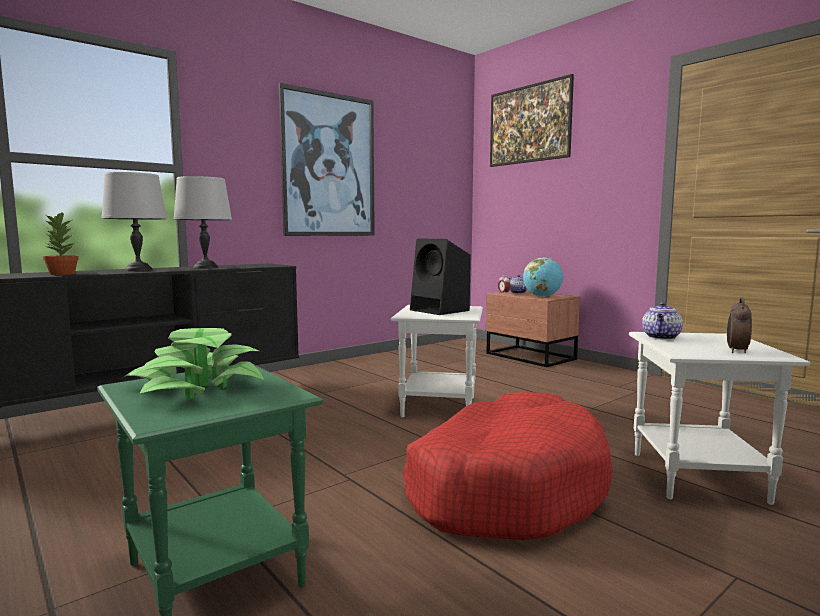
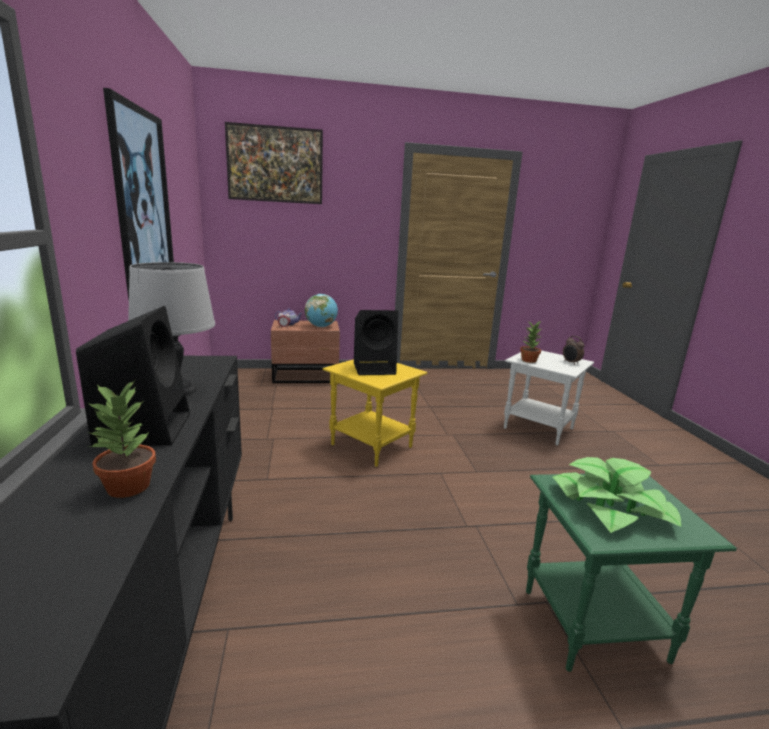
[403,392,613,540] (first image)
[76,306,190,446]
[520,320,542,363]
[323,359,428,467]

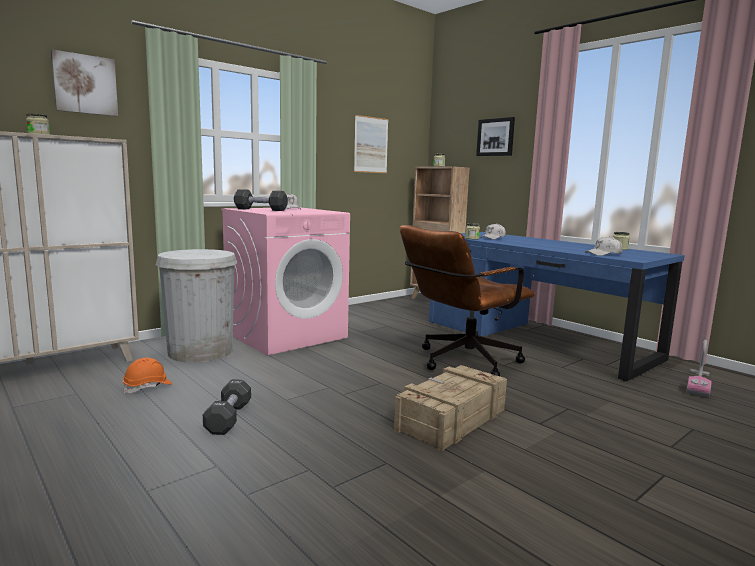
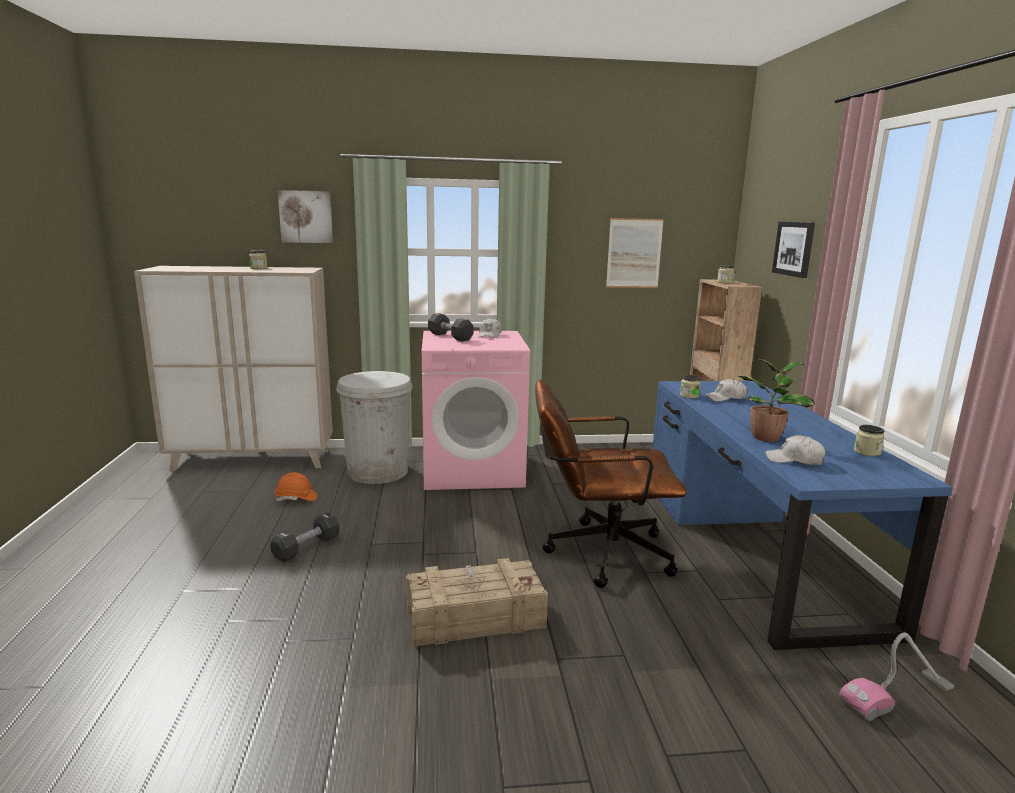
[738,358,815,442]

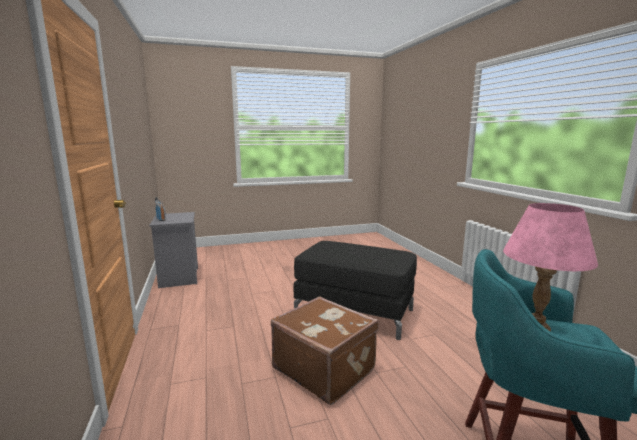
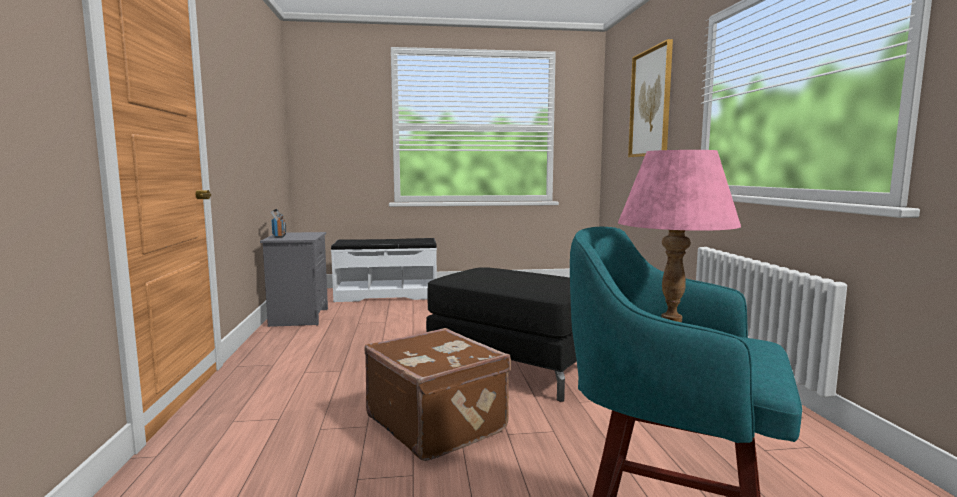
[331,238,437,302]
[628,39,673,157]

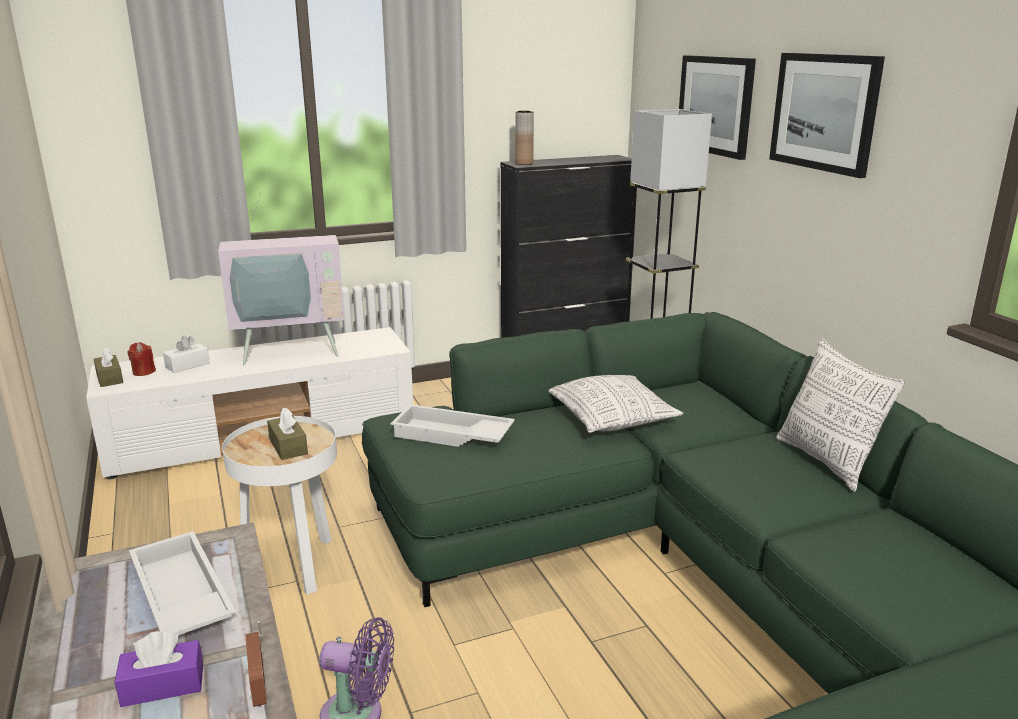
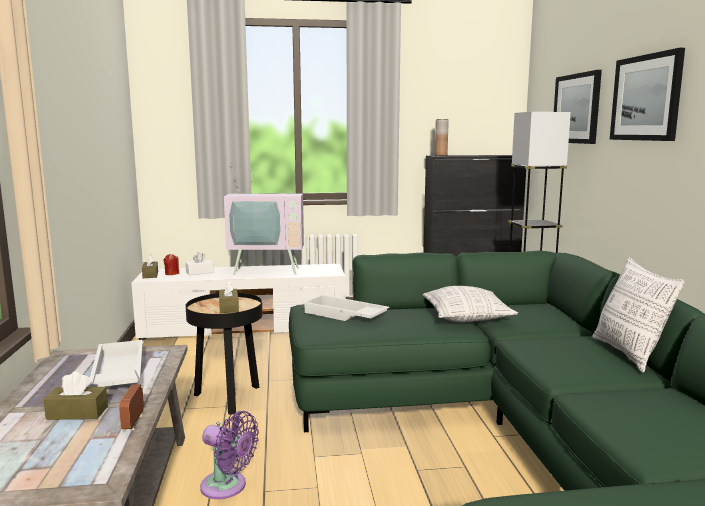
[44,372,108,420]
[186,293,262,415]

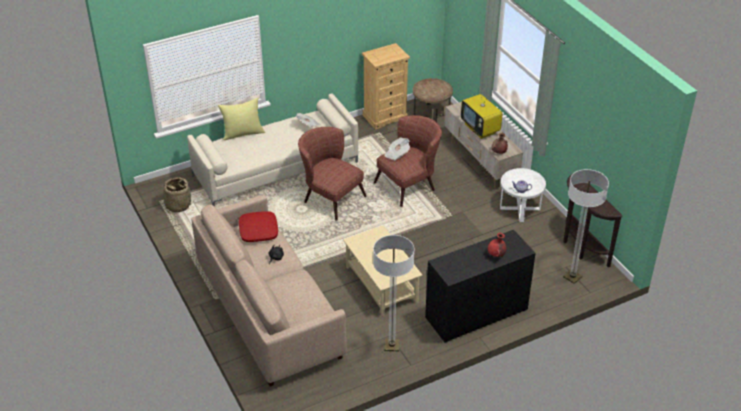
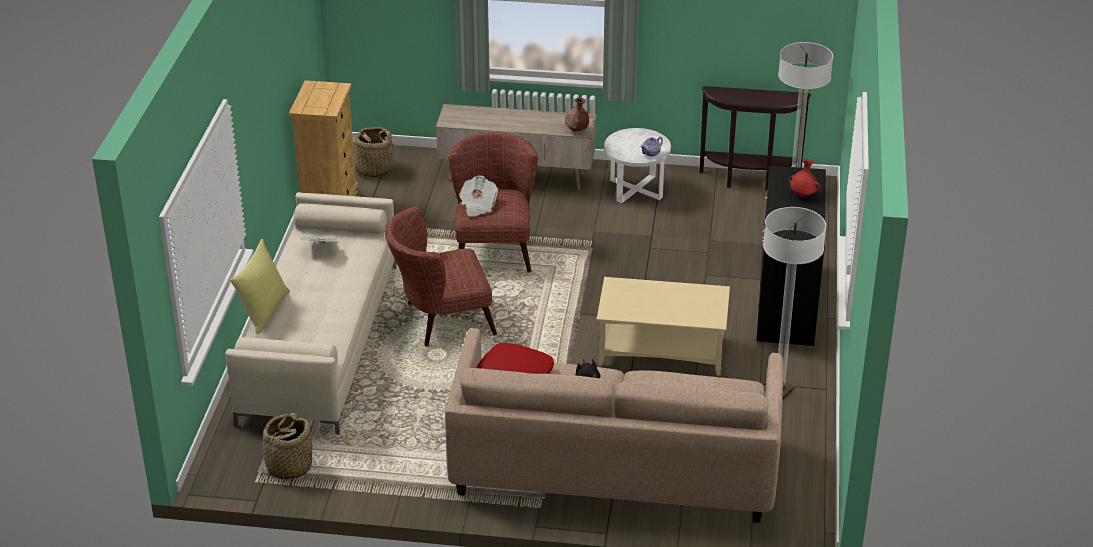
[461,90,503,139] (first image)
[354,127,397,177]

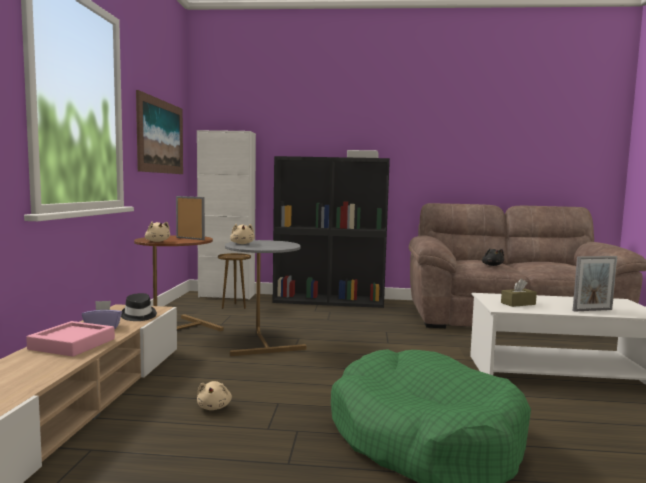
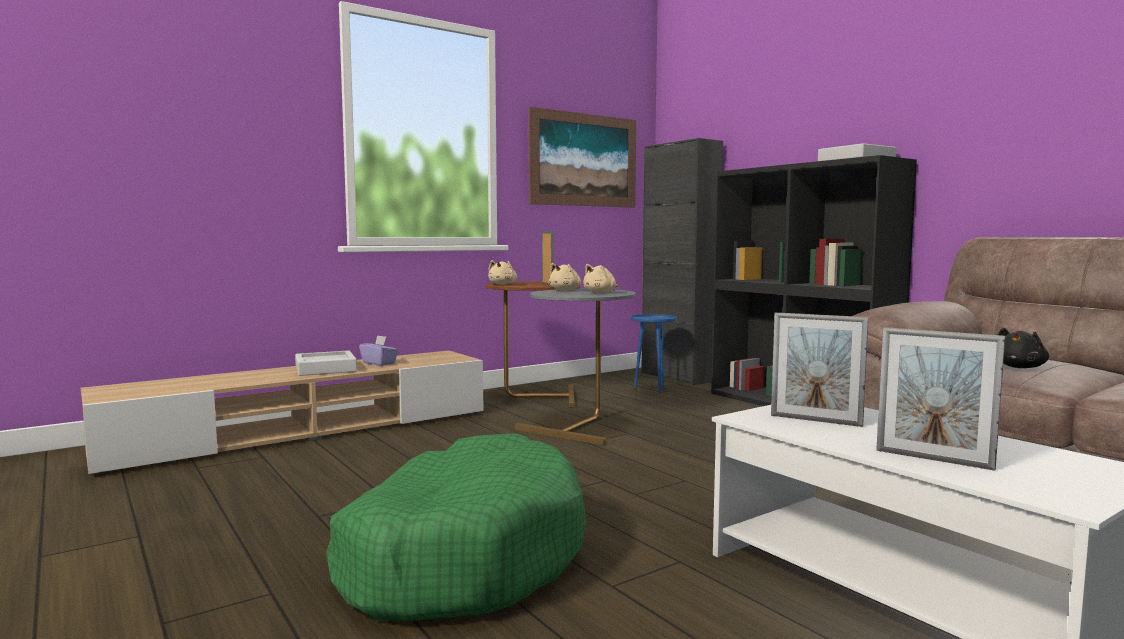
[121,293,157,321] (first image)
[583,264,619,293]
[771,312,869,427]
[295,350,357,376]
[641,138,723,385]
[631,314,677,393]

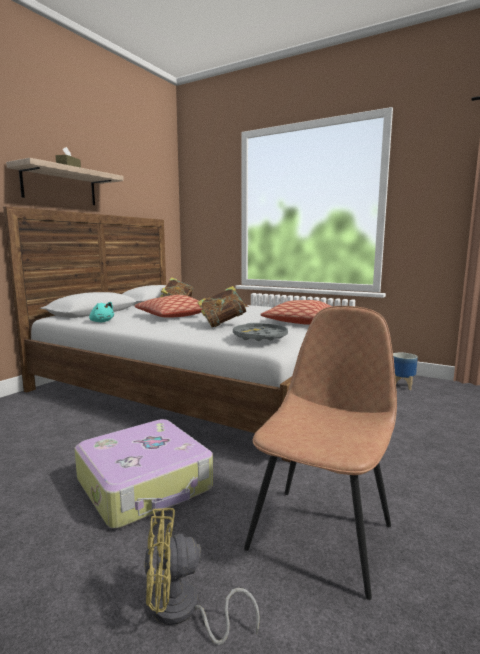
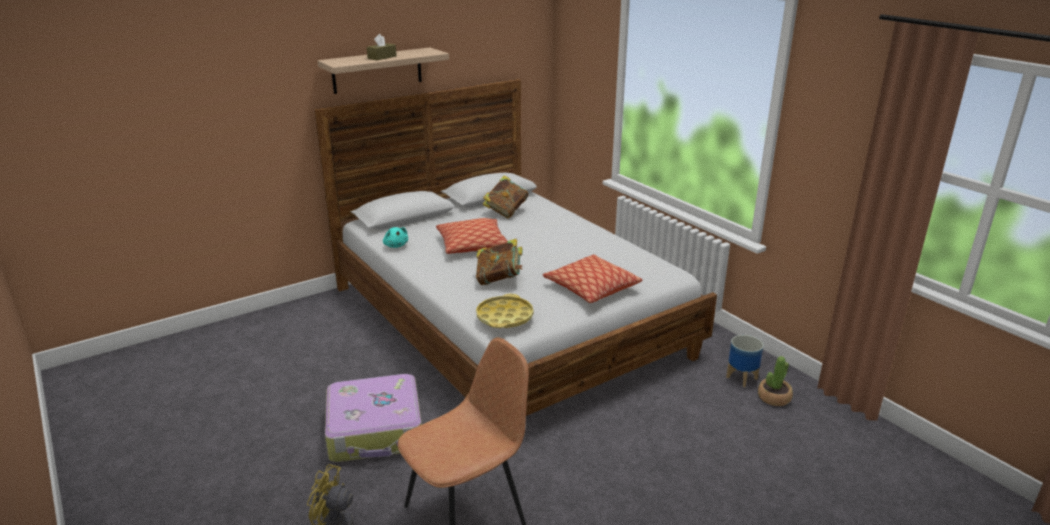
[758,356,793,406]
[476,294,534,328]

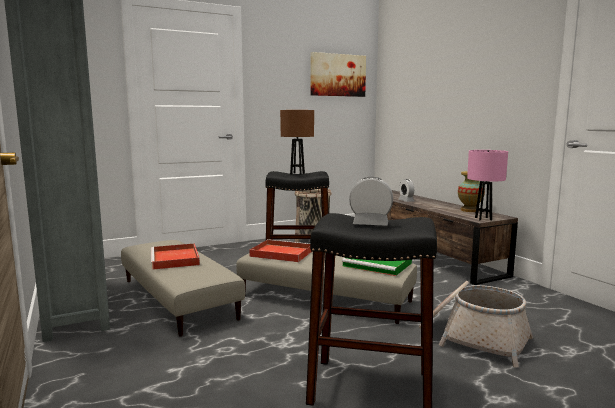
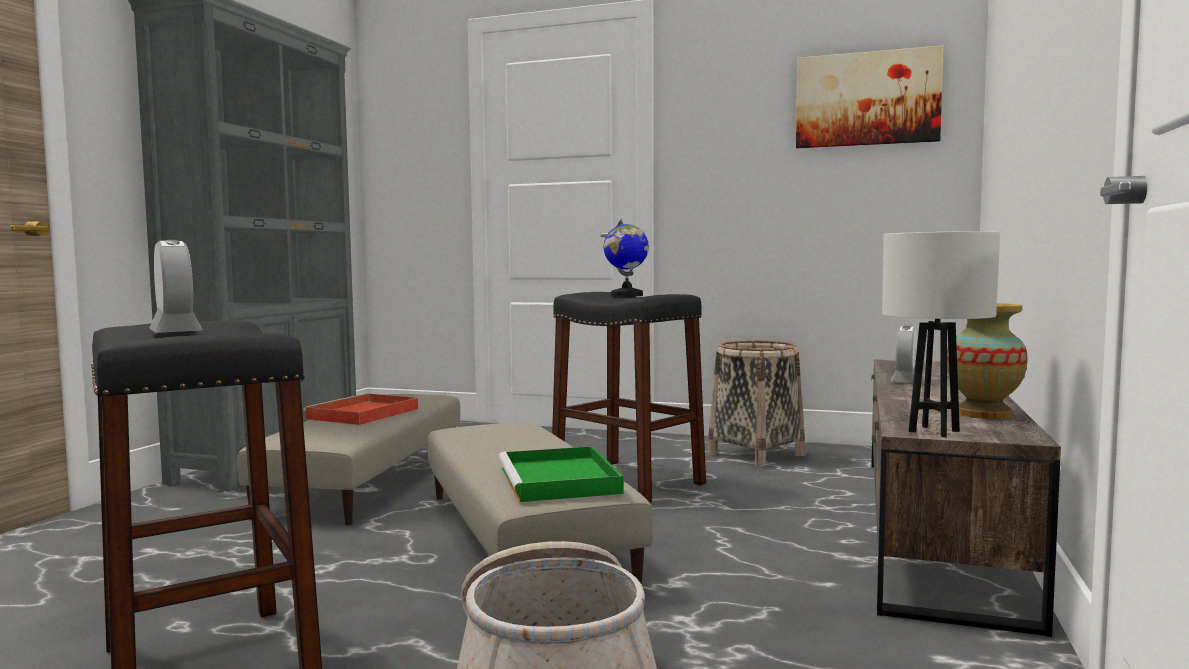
[249,239,312,262] (first image)
[604,219,649,297]
[882,231,1000,437]

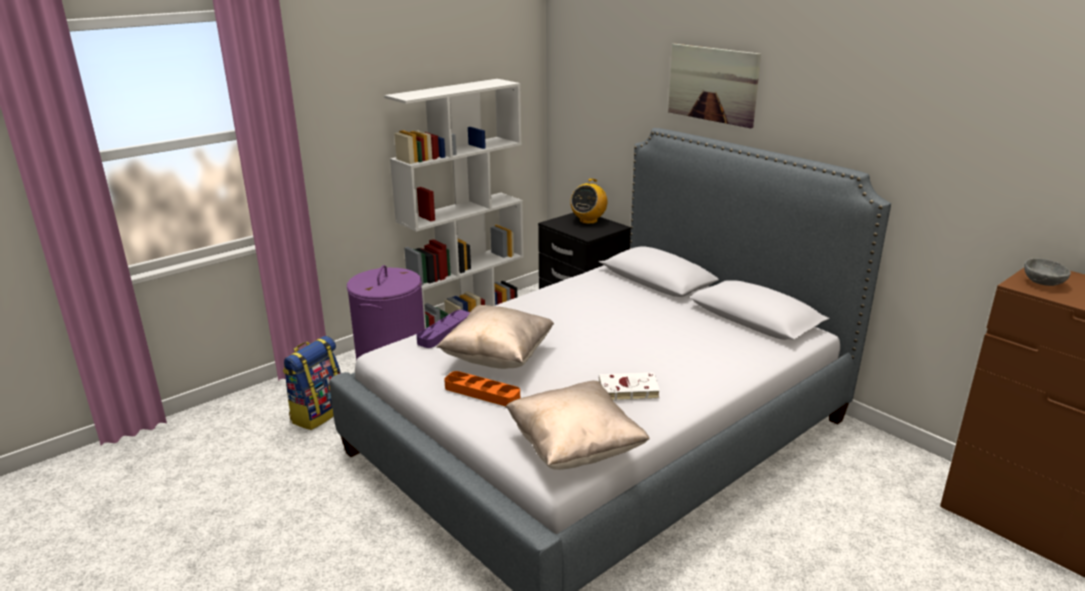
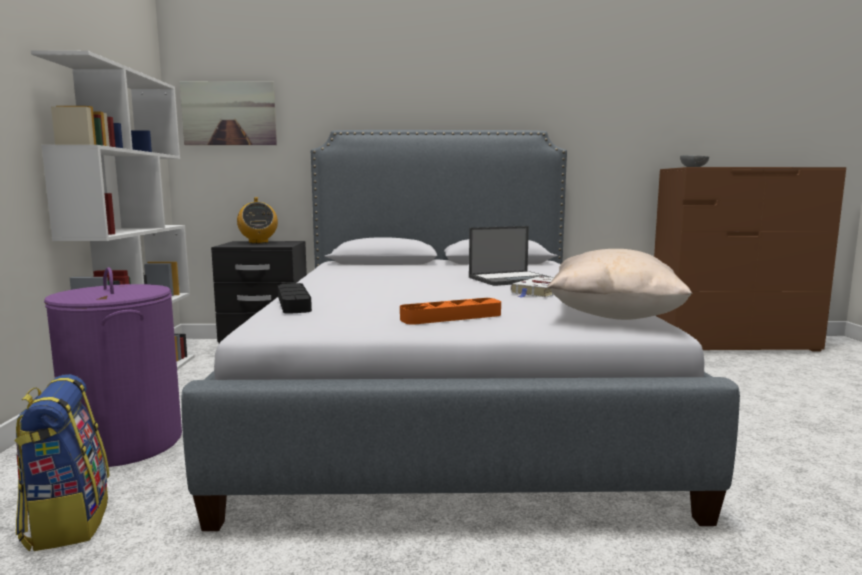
[436,305,554,369] (first image)
[469,226,554,286]
[180,81,277,145]
[278,283,312,314]

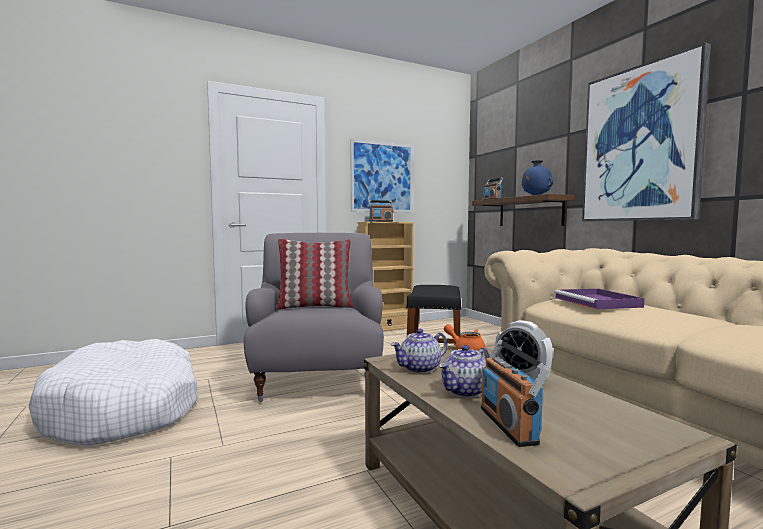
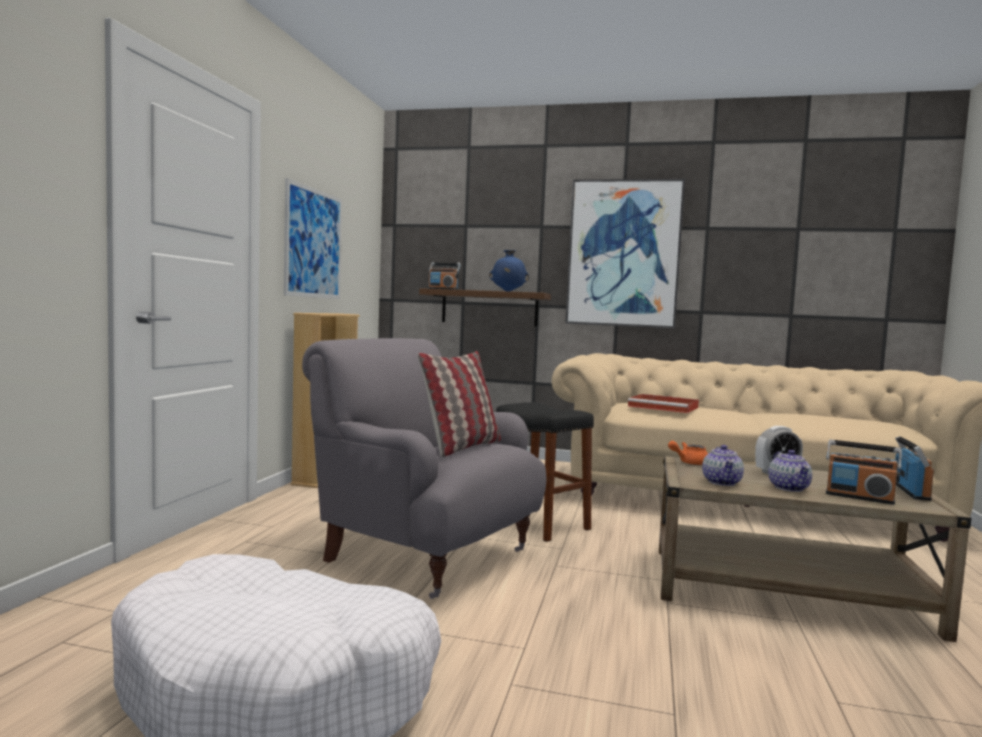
[895,436,934,501]
[628,394,699,413]

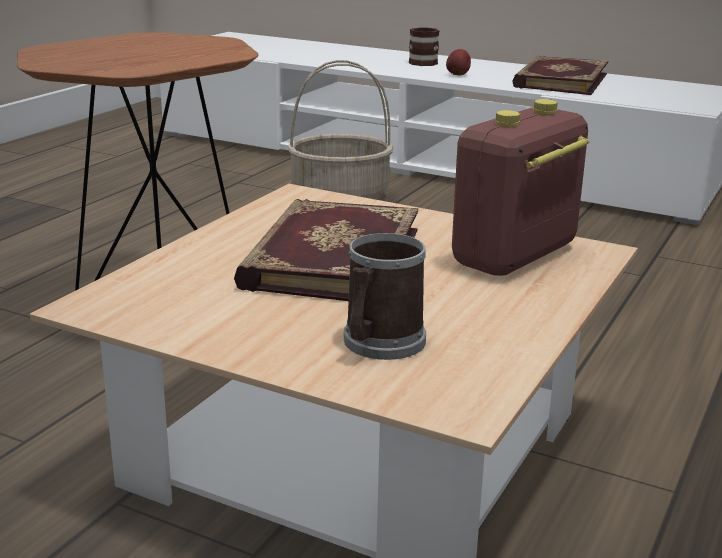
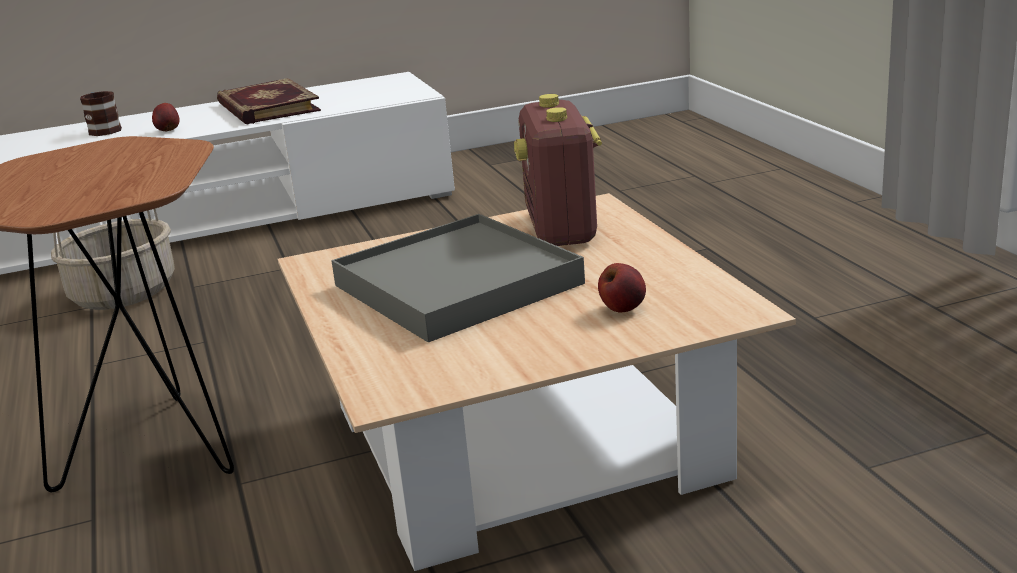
[331,214,585,342]
[598,263,646,312]

